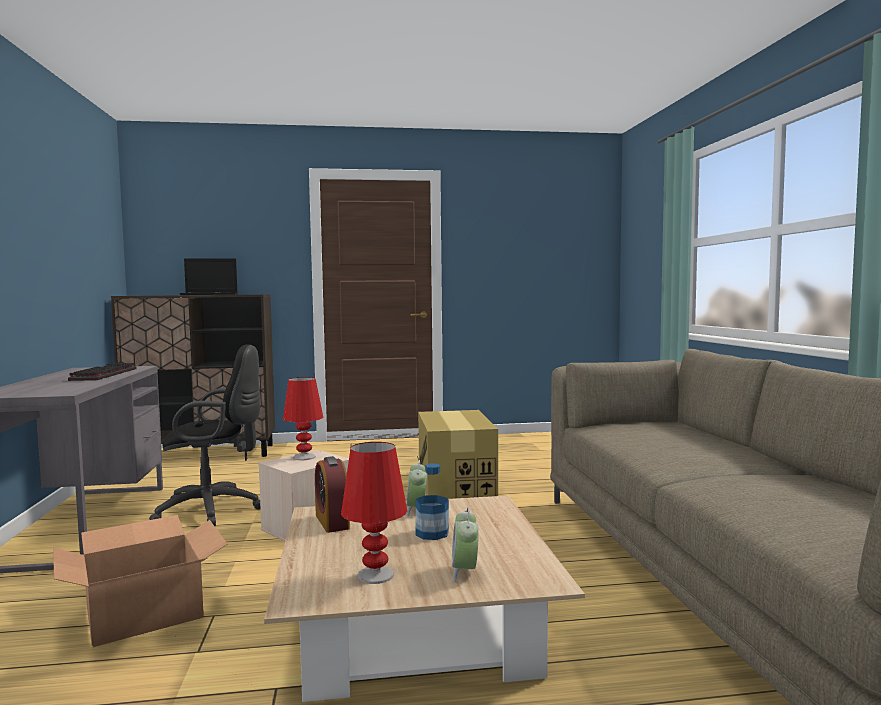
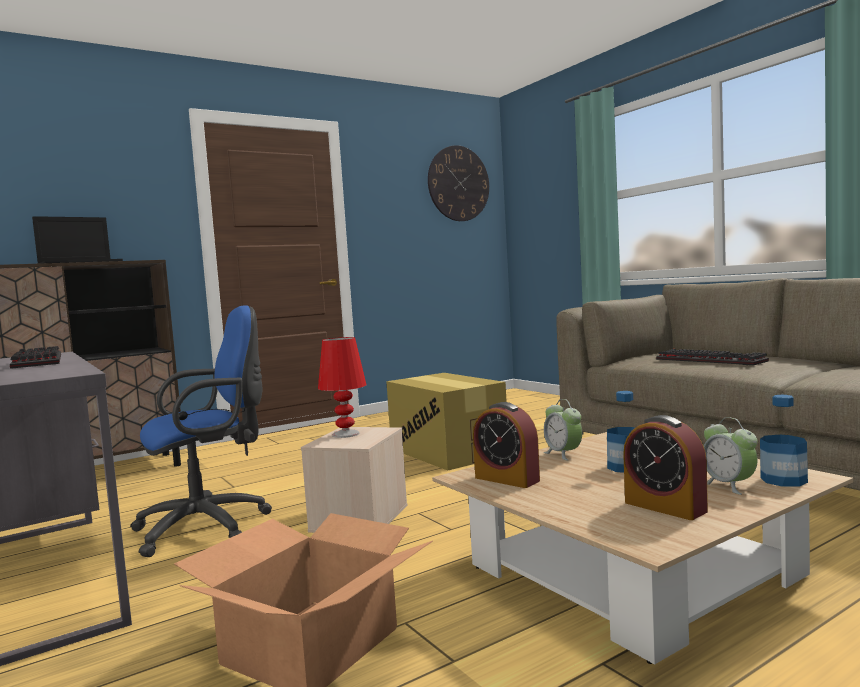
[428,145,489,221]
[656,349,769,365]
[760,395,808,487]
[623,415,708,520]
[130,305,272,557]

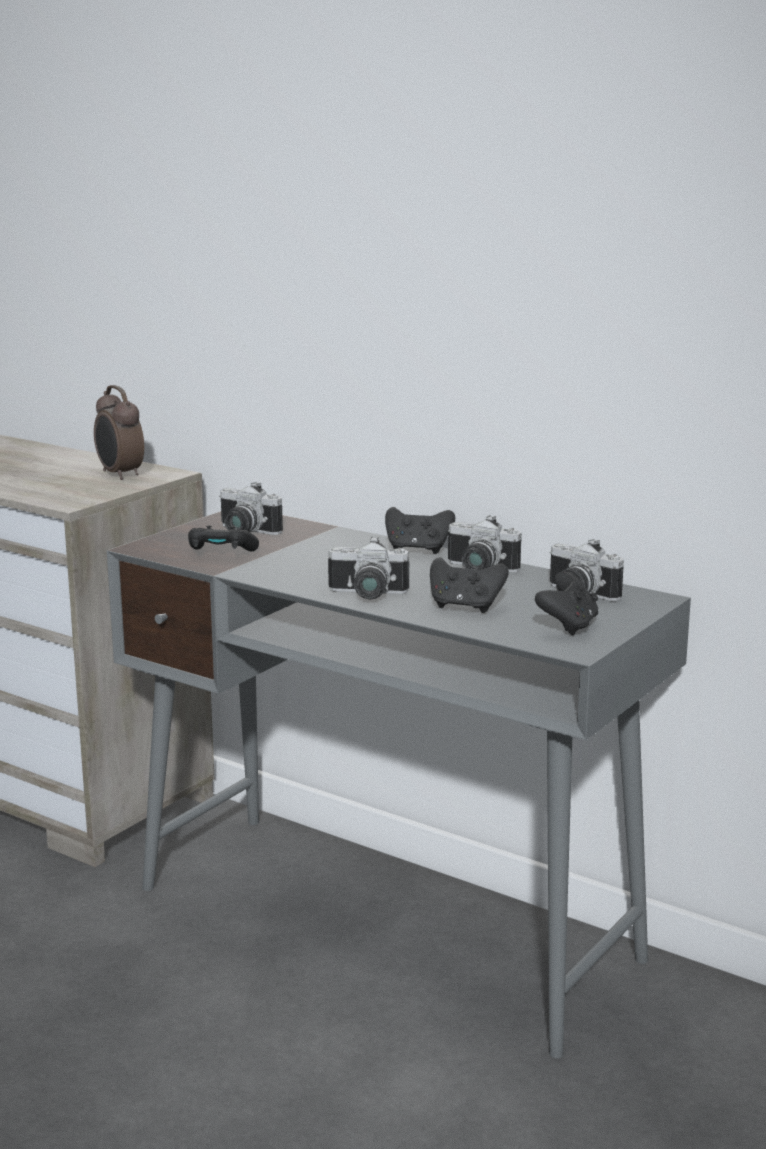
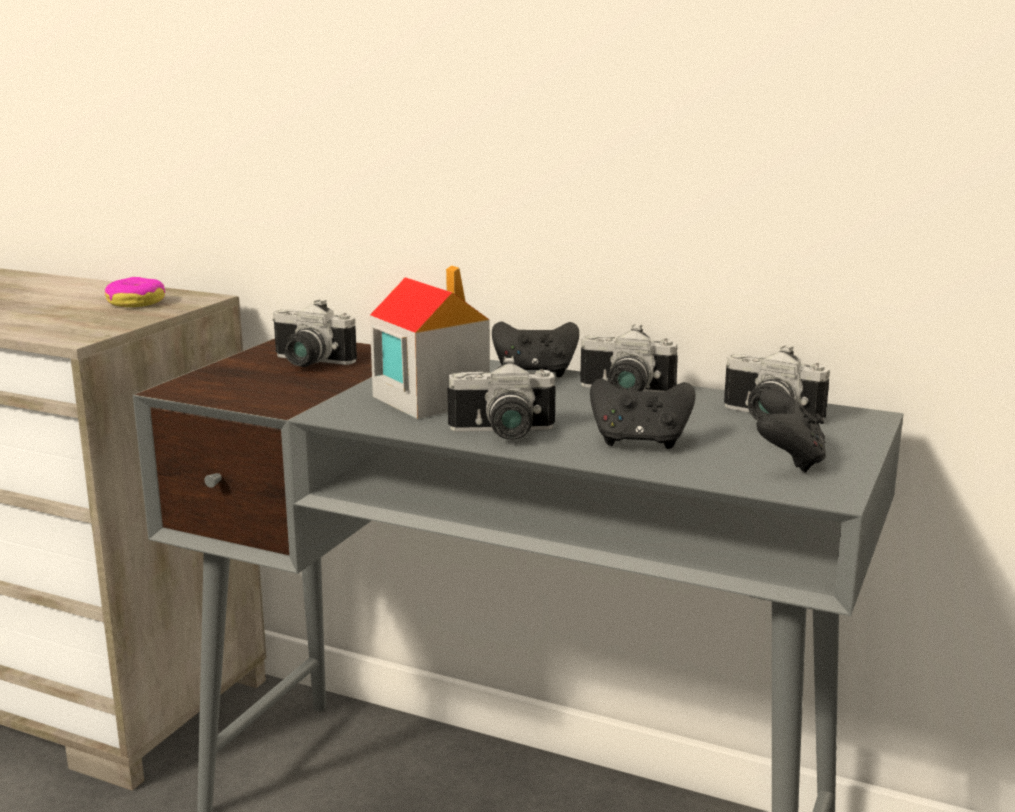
[188,525,259,551] (first image)
[370,265,490,419]
[105,277,165,307]

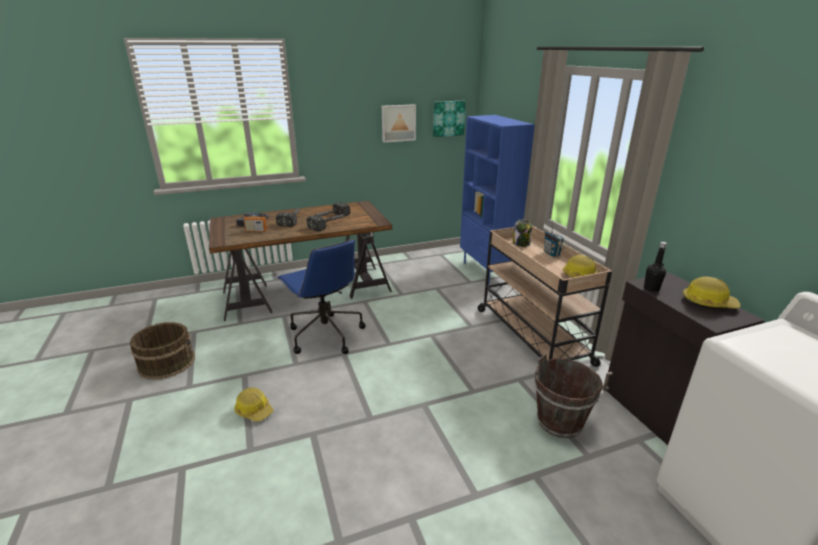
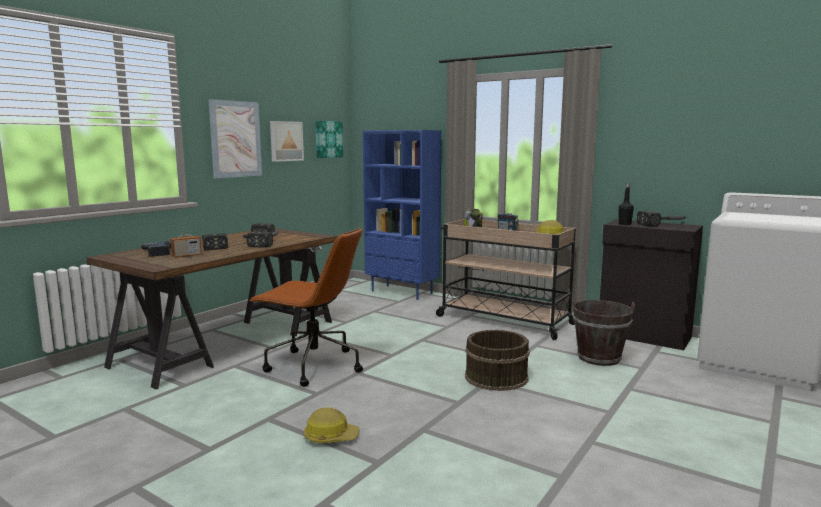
[209,99,262,178]
[465,330,530,391]
[637,211,688,226]
[249,227,363,387]

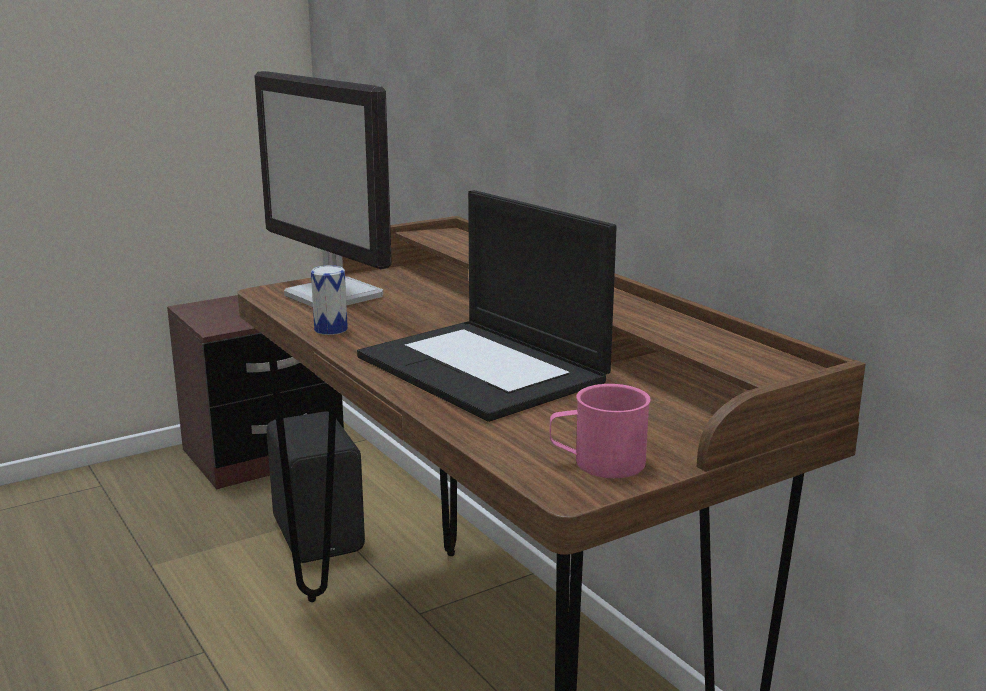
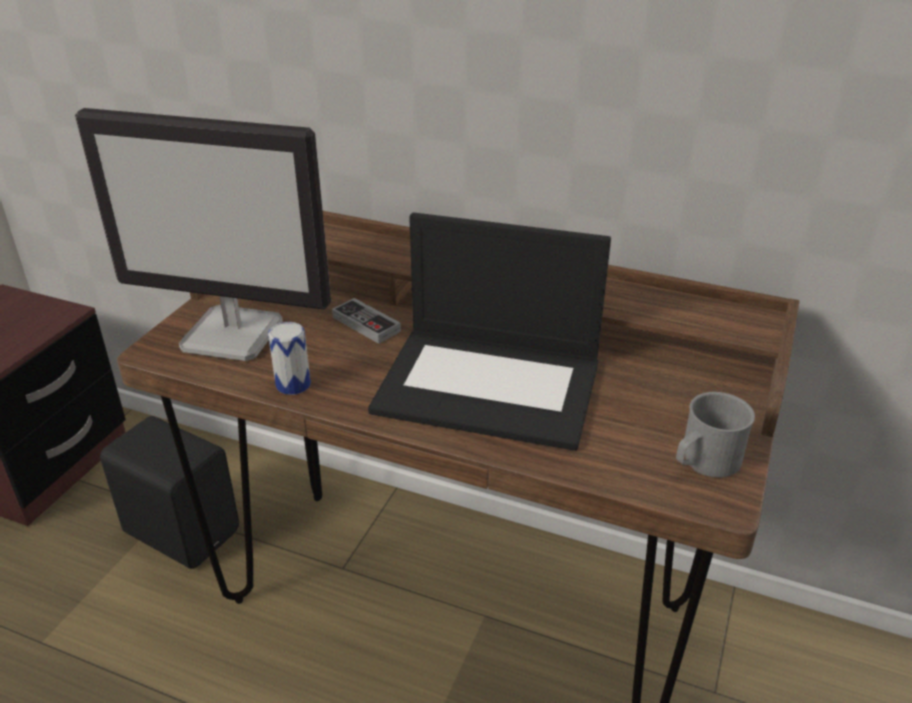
[332,298,401,344]
[676,392,755,478]

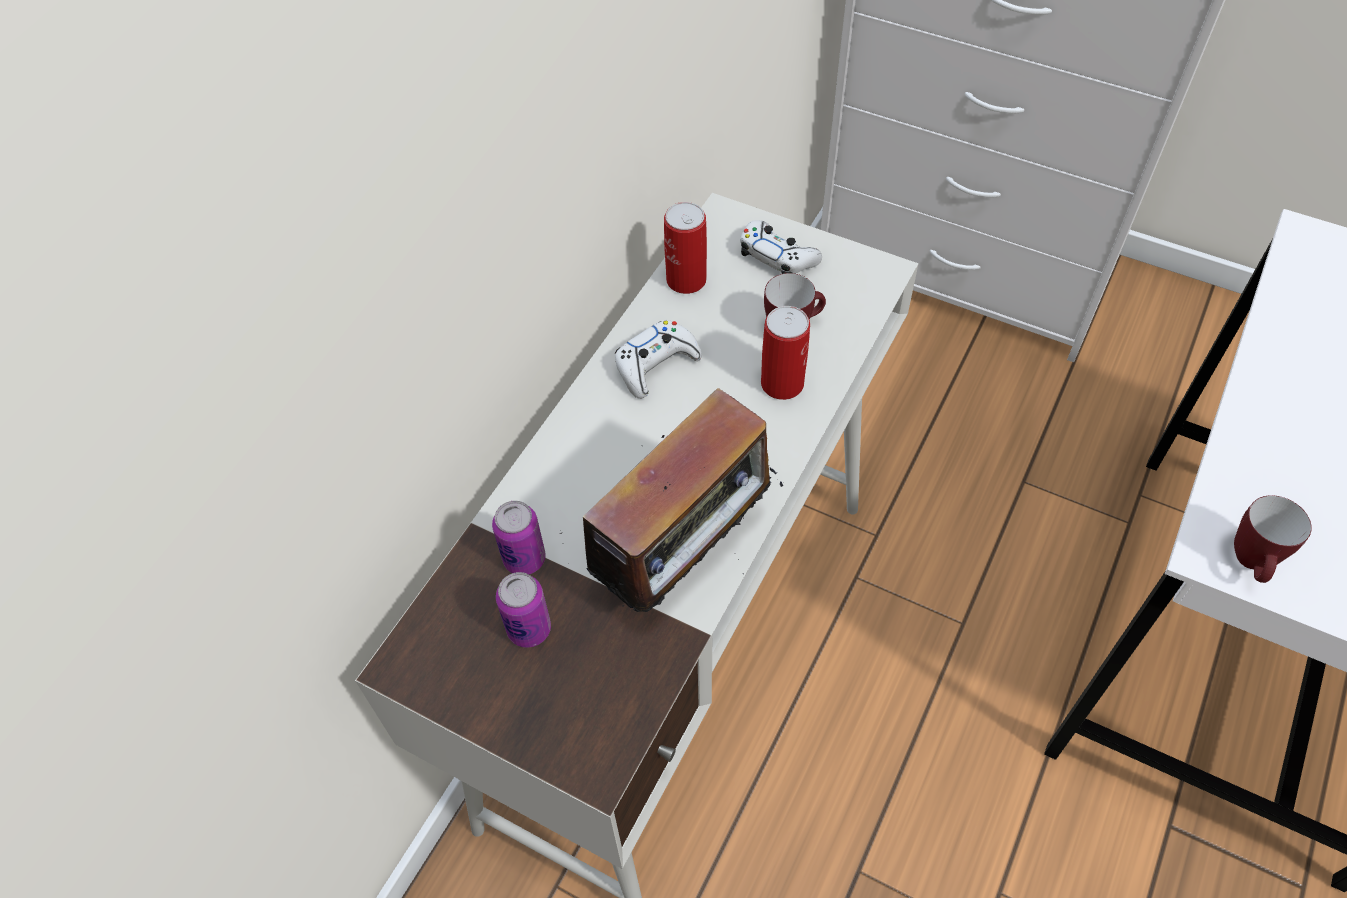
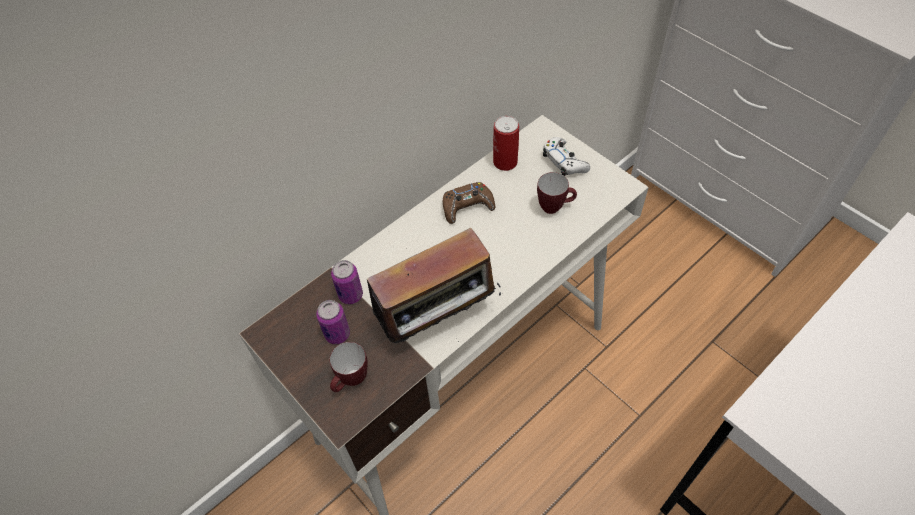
[761,306,810,400] (first image)
[330,342,368,392]
[443,182,495,224]

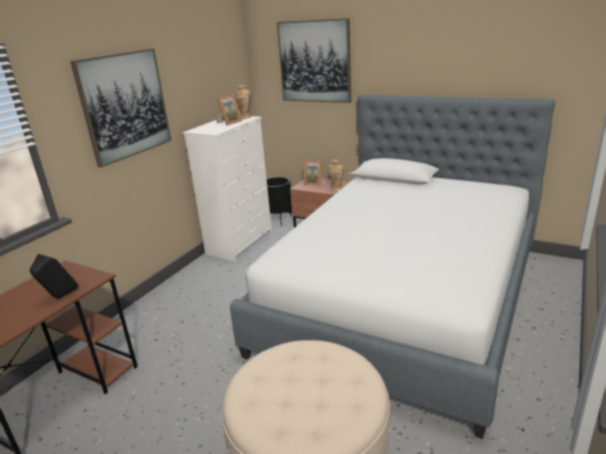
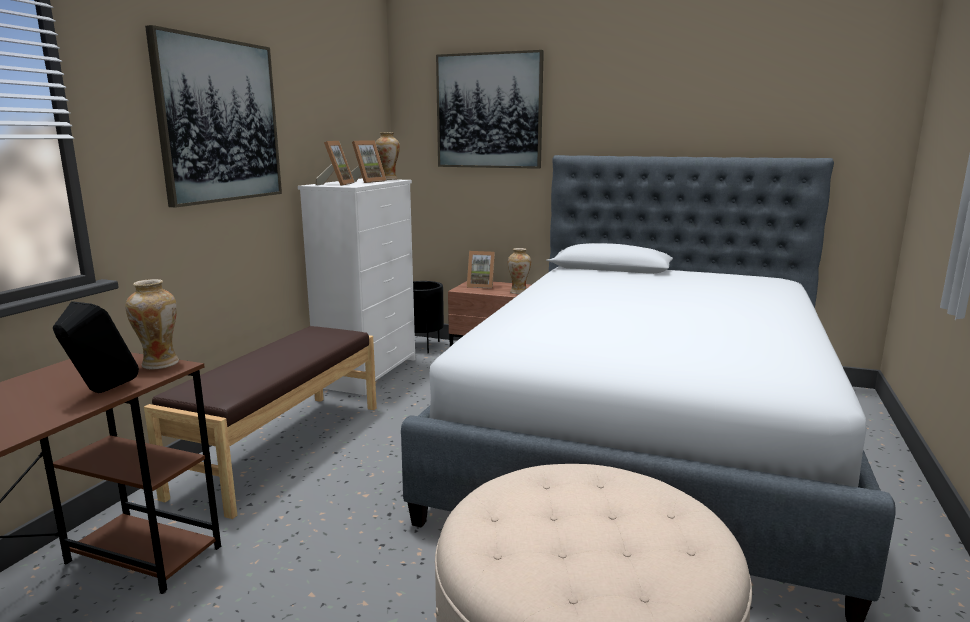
[125,279,179,369]
[144,326,377,519]
[315,141,355,186]

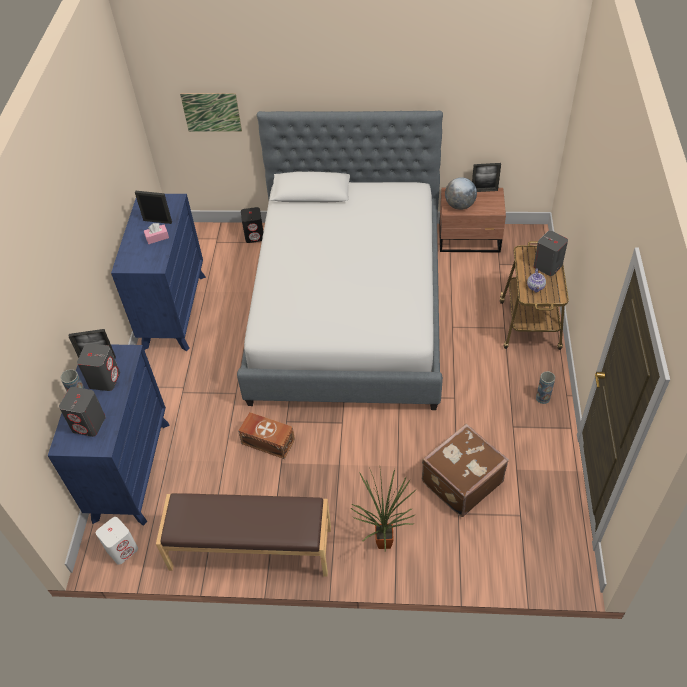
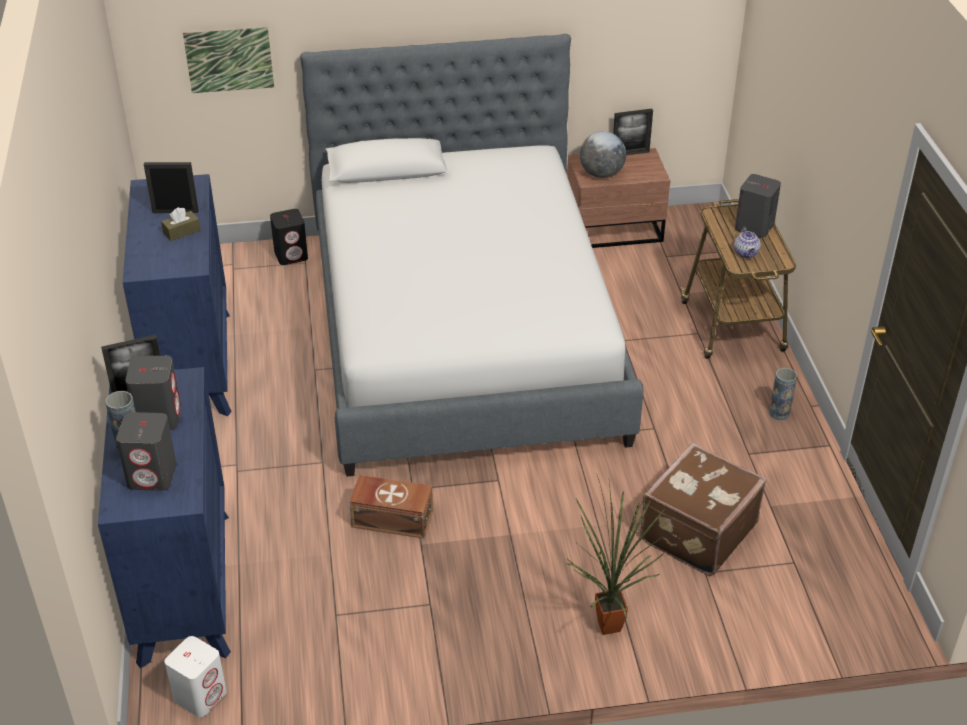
[156,493,331,577] (first image)
[161,207,201,241]

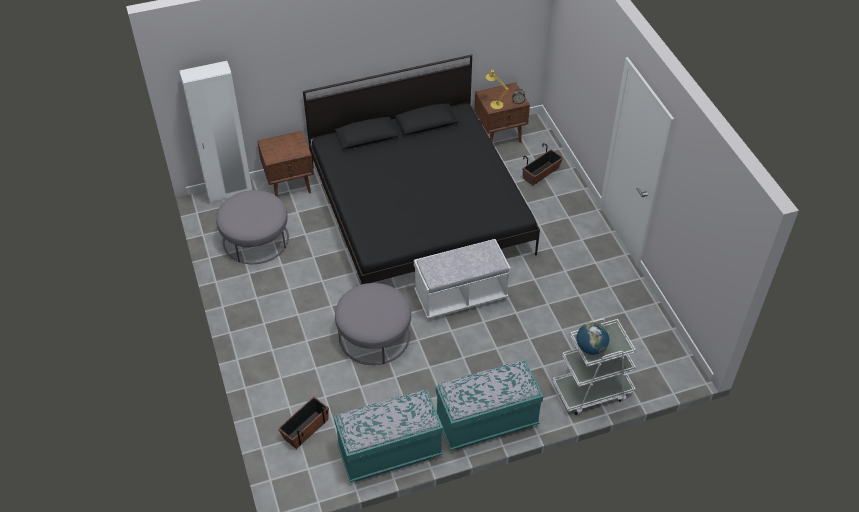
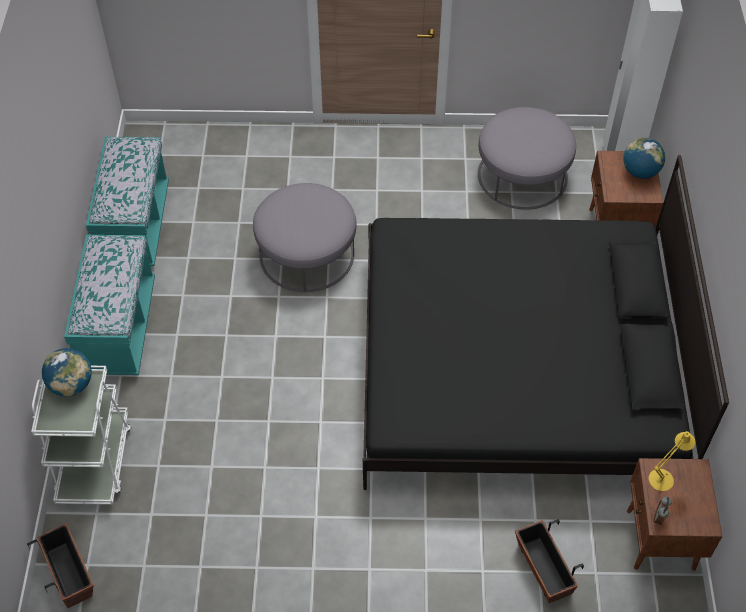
[414,239,511,319] (first image)
[623,138,665,179]
[27,523,93,608]

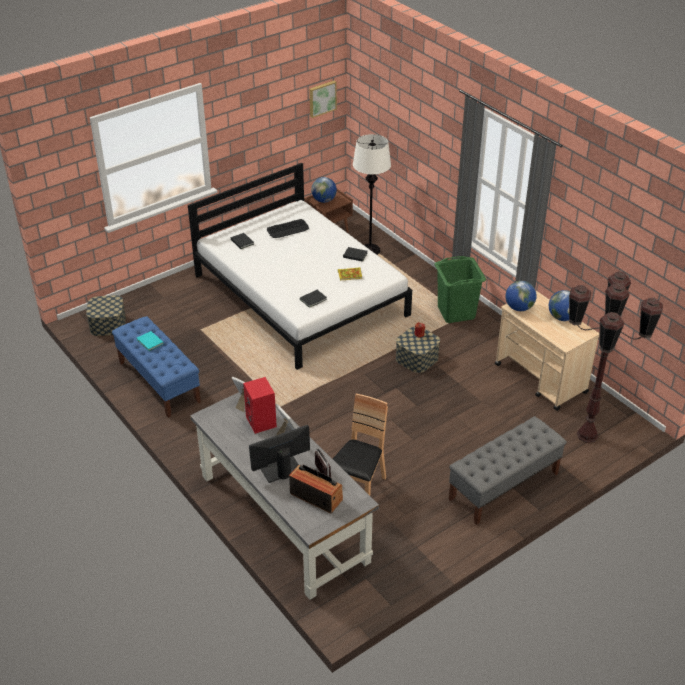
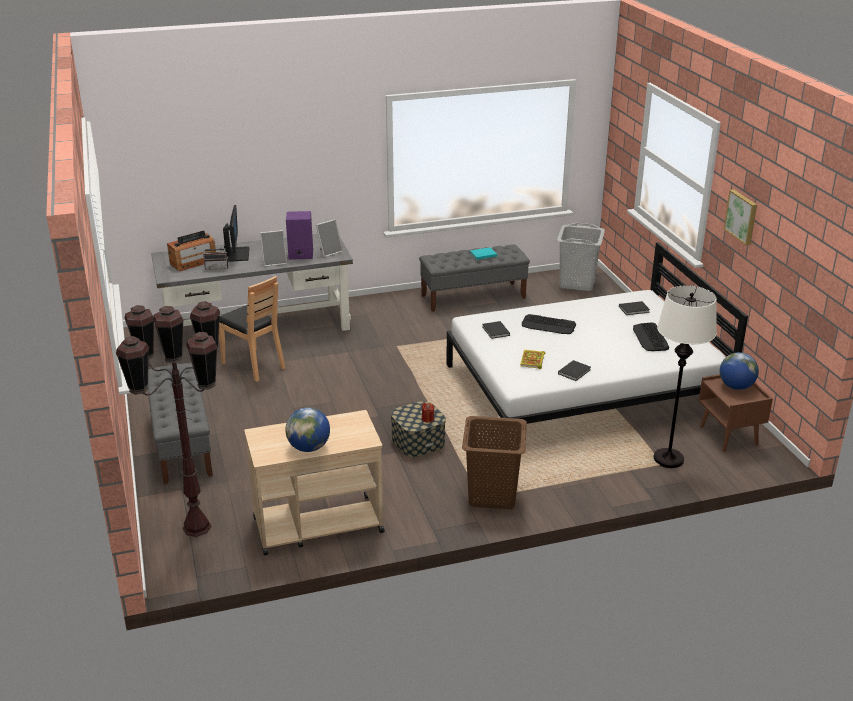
[505,281,537,311] (first image)
[522,314,576,334]
[724,189,757,245]
[557,223,605,291]
[419,244,530,312]
[286,211,313,260]
[462,416,527,509]

